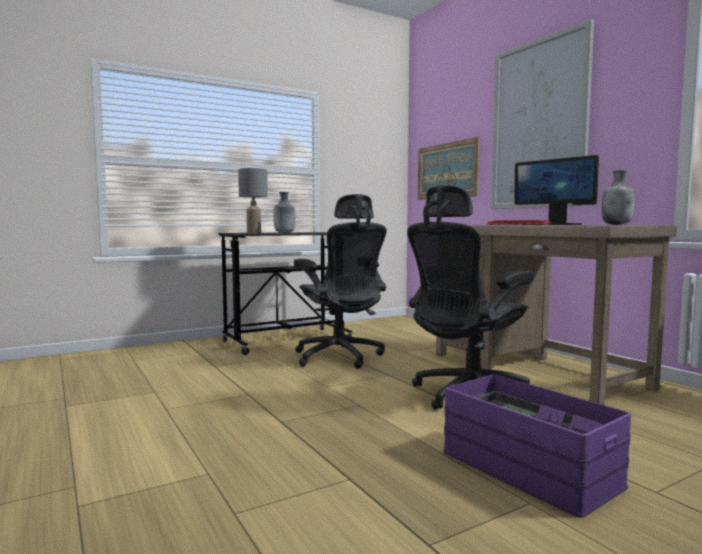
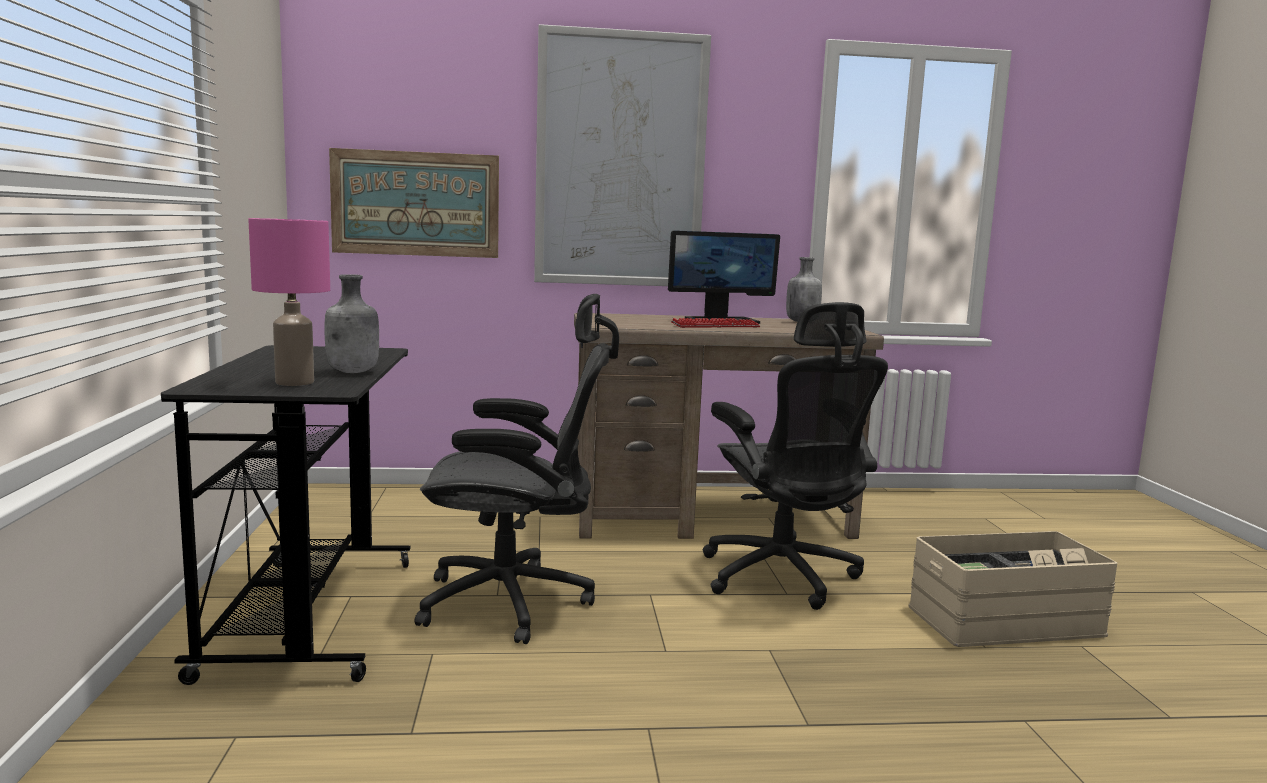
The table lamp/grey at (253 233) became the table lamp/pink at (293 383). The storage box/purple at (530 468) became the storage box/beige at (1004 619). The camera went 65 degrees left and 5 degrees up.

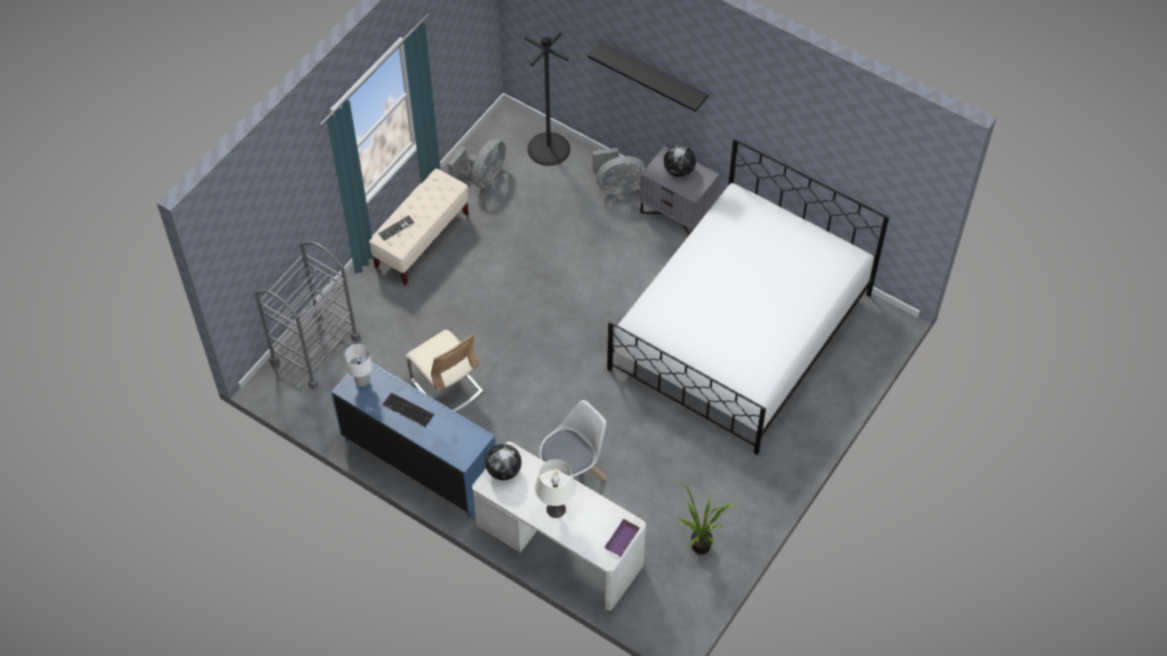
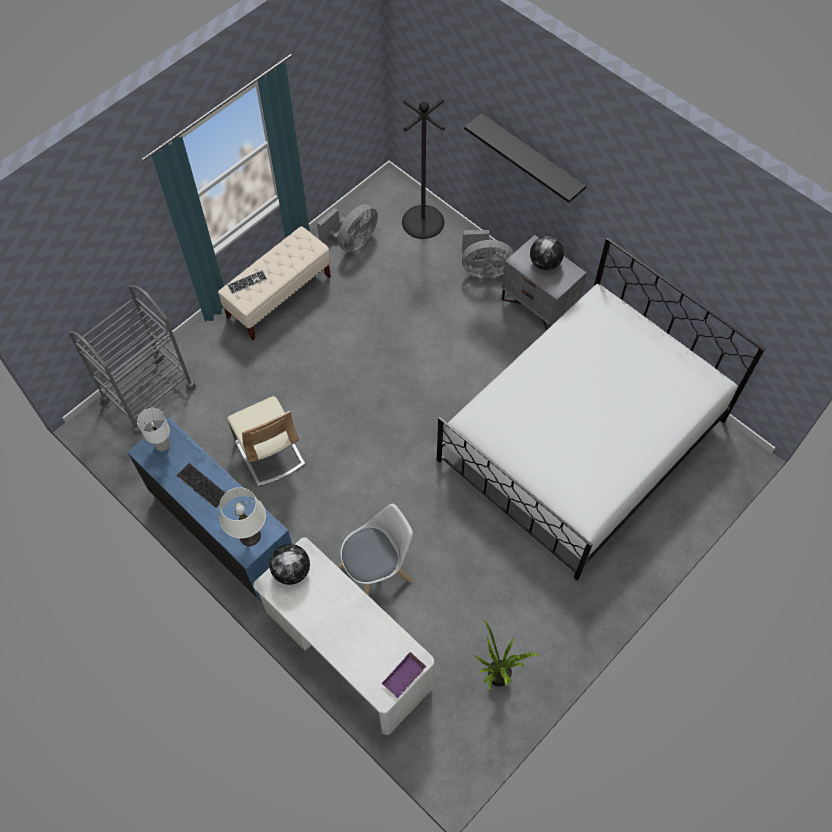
The table lamp/white moved from (556 509) to (250 536). The camera went 10 degrees right and 5 degrees up.

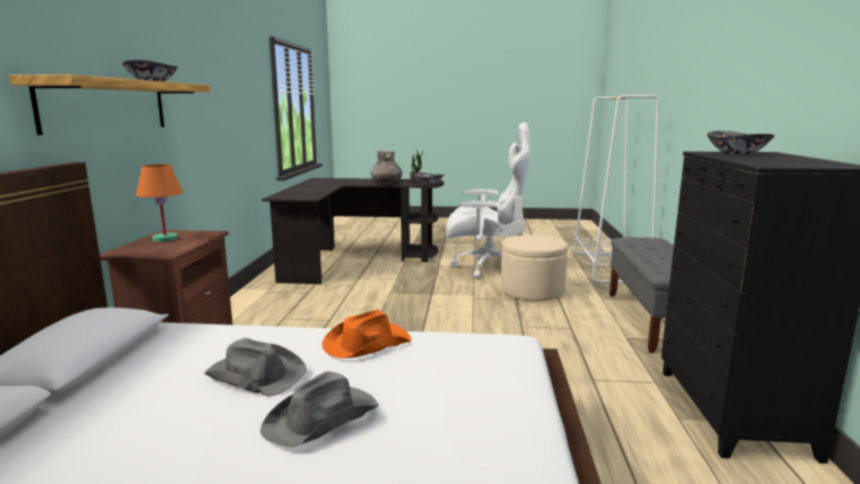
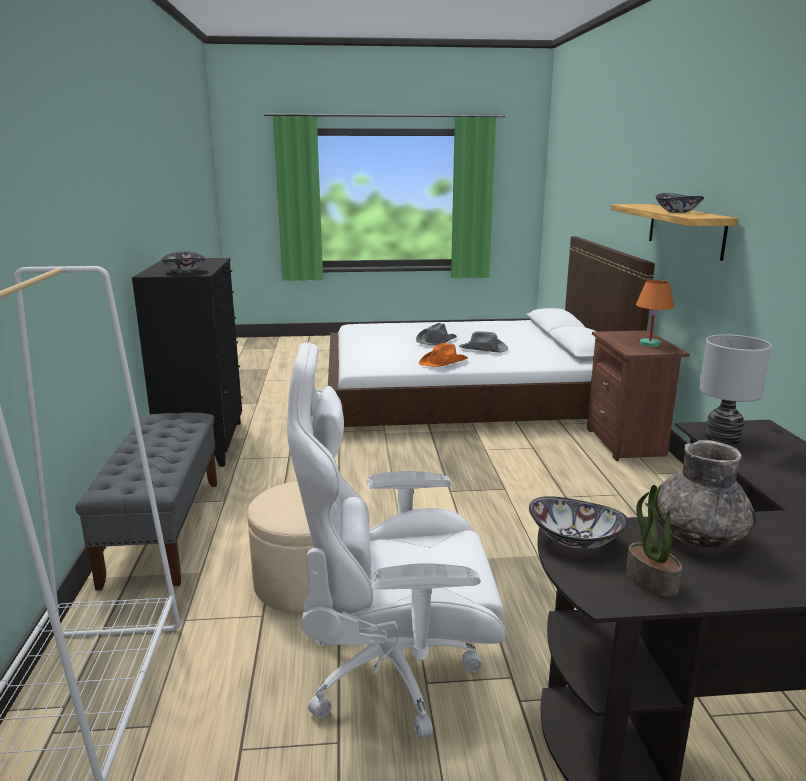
The table lamp/grey at (722 438) appeared. The camera went 170 degrees right and 5 degrees up.

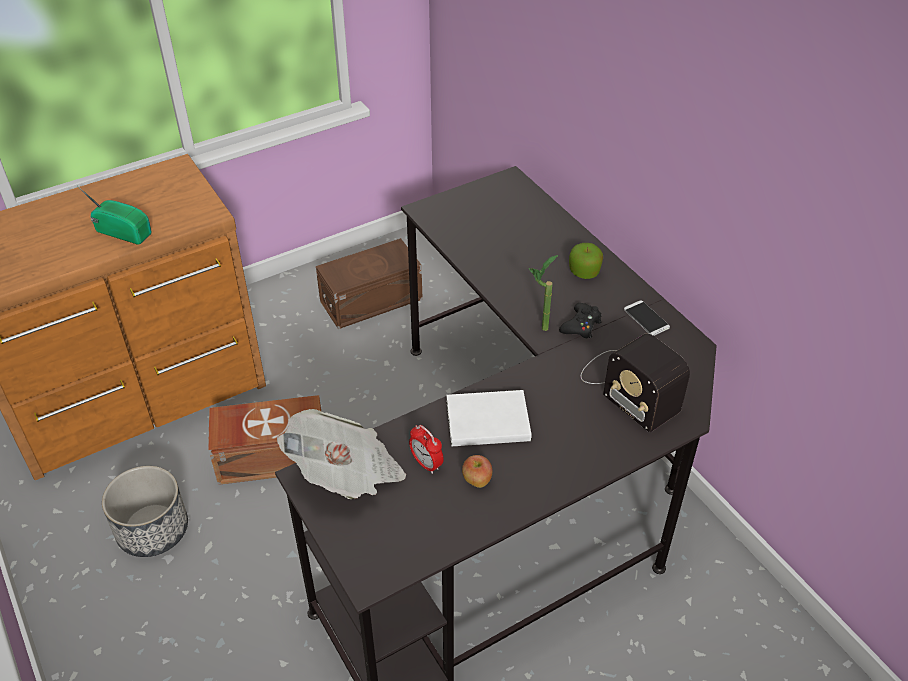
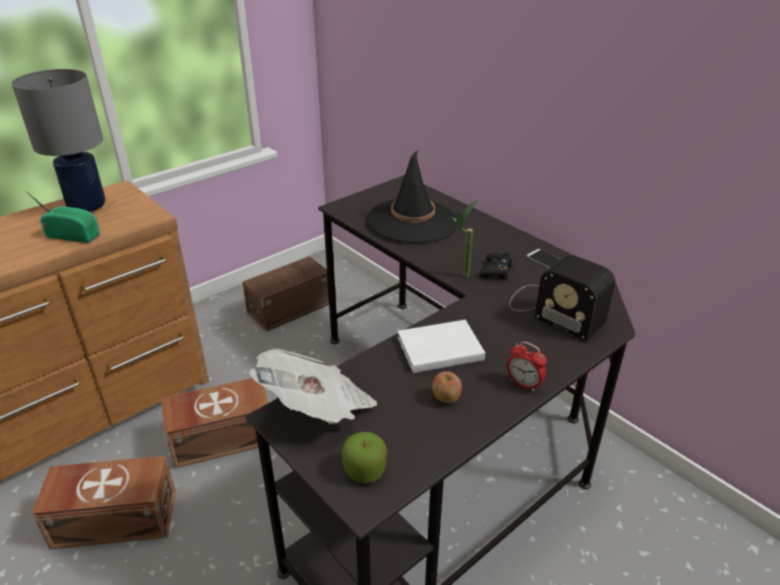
The planter at (152 530) was replaced by the storage box/brown at (114 518). The alarm clock moved from (426 464) to (524 384). The apple moved from (584 272) to (365 470). The table lamp/grey at (87 208) appeared. The hat/black at (413 221) appeared. The camera went 10 degrees left and 10 degrees down.

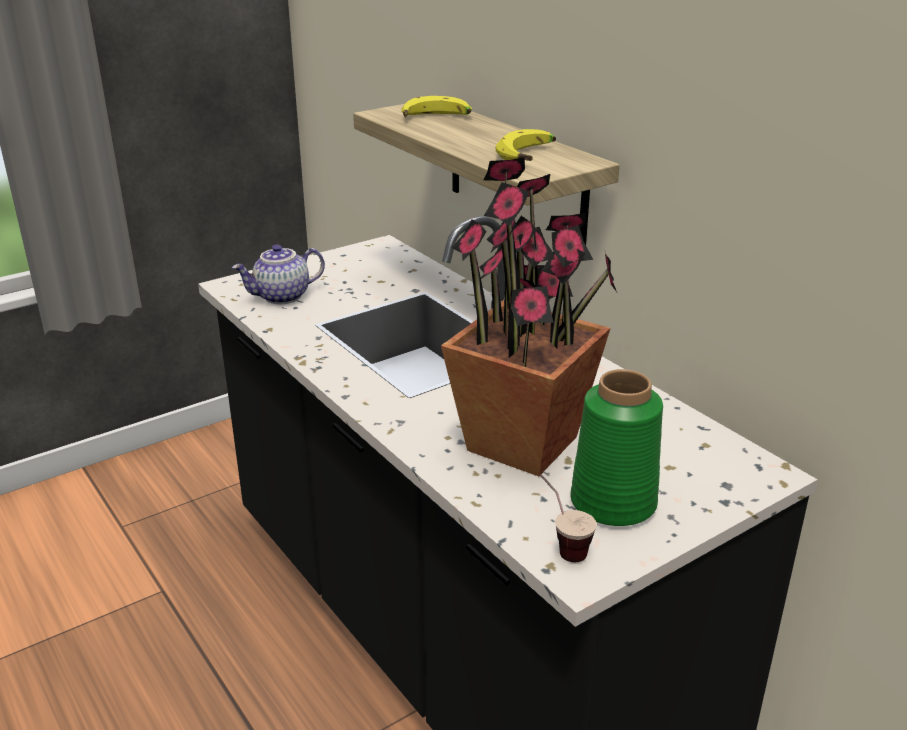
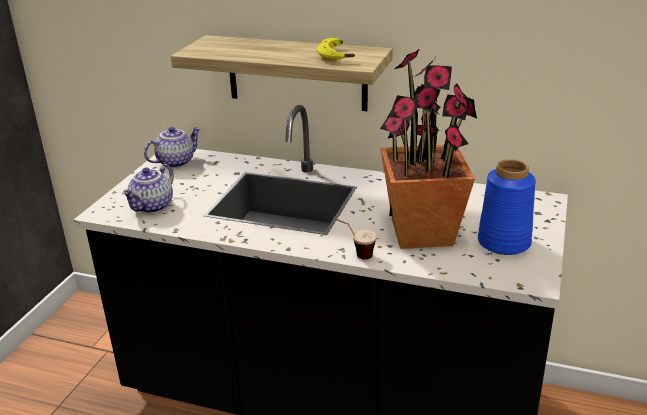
The banana at (436 119) disappeared. The cup moved from (561 545) to (355 254). The vase/green at (614 502) became the vase/blue at (504 242). The teapot at (175 162) appeared. The camera went 35 degrees left and 0 degrees up.

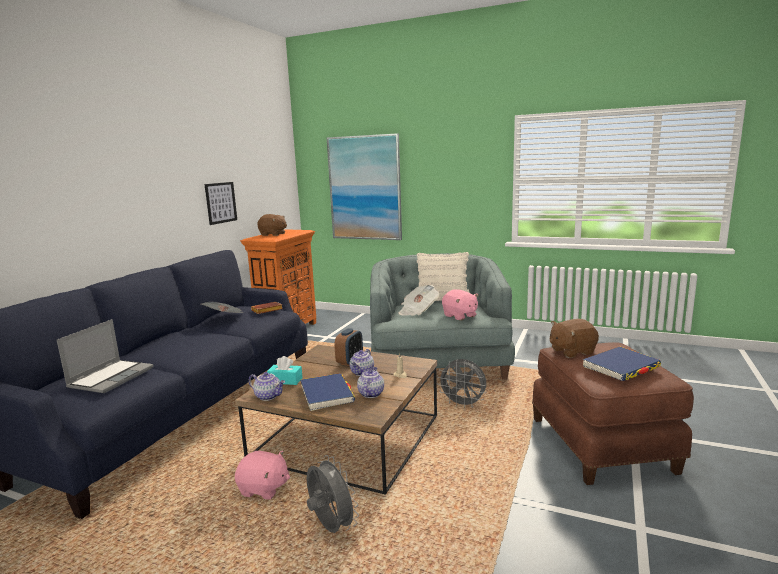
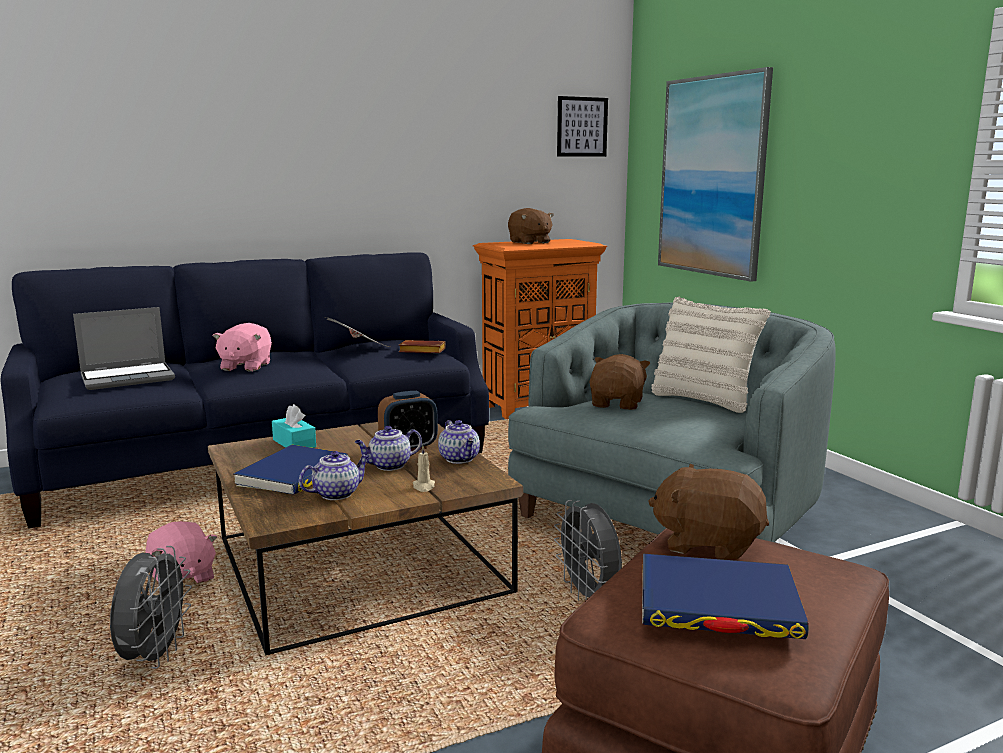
The picture moved from (221 202) to (582 127). The teapot moved from (268 396) to (460 459). The newspaper at (418 311) was replaced by the plush toy/brown at (618 404). The plush toy/pink moved from (460 316) to (245 366). The camera went 40 degrees right and 0 degrees up.

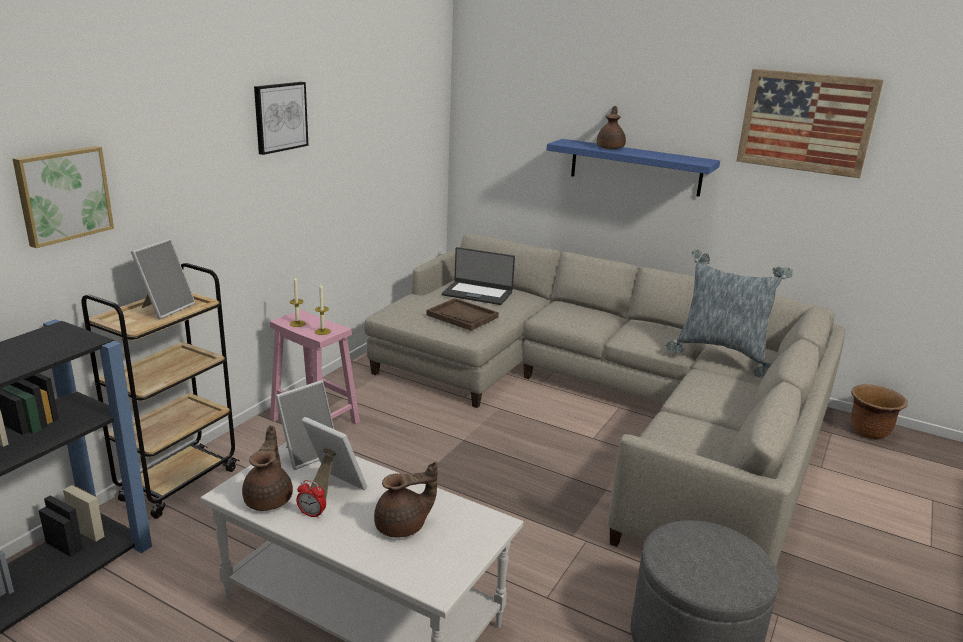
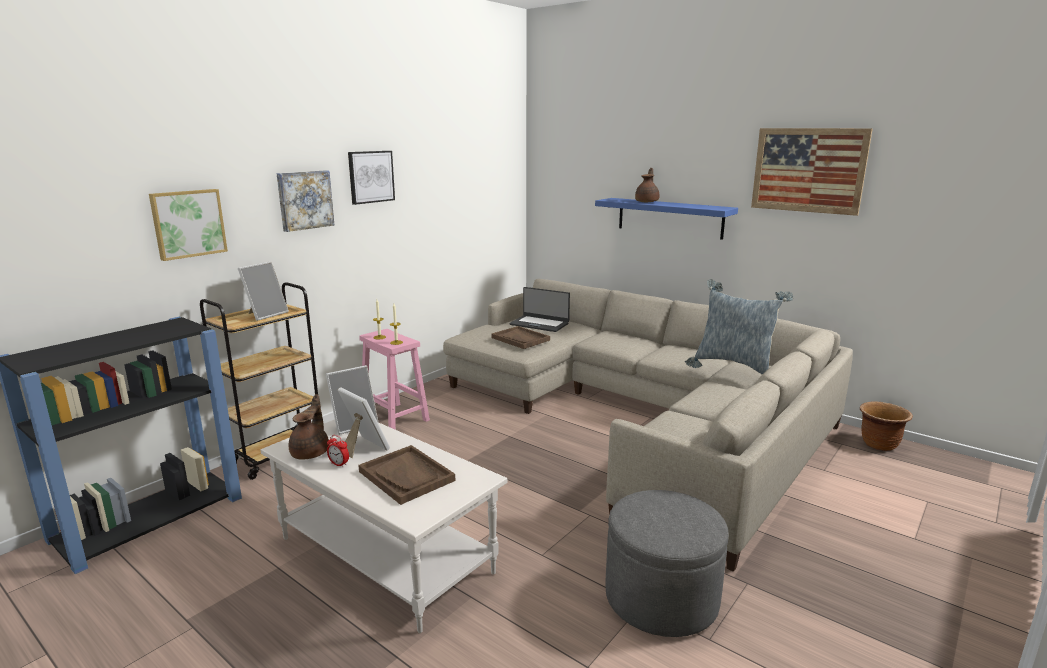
The teapot/brown at (403 526) was replaced by the tray/brown at (407 476). The picture at (304 200) appeared. The camera went 10 degrees right and 5 degrees down.

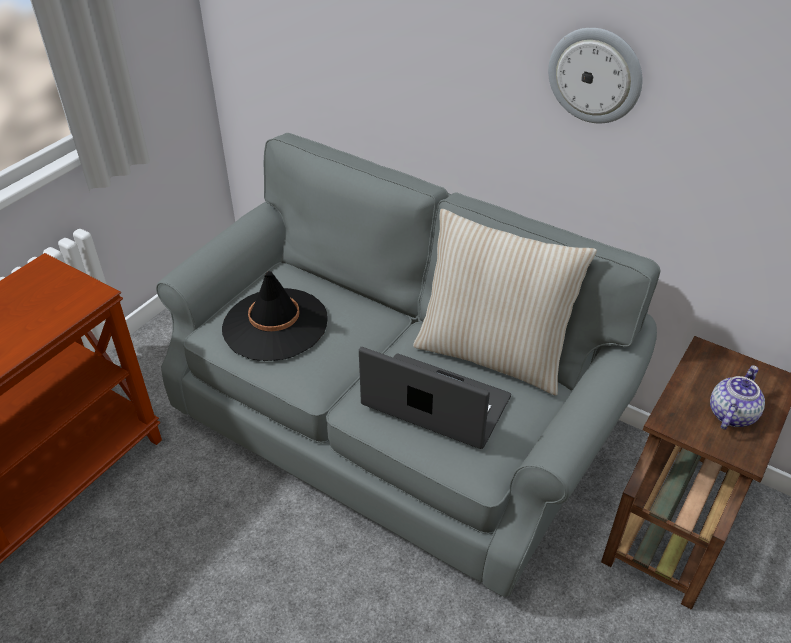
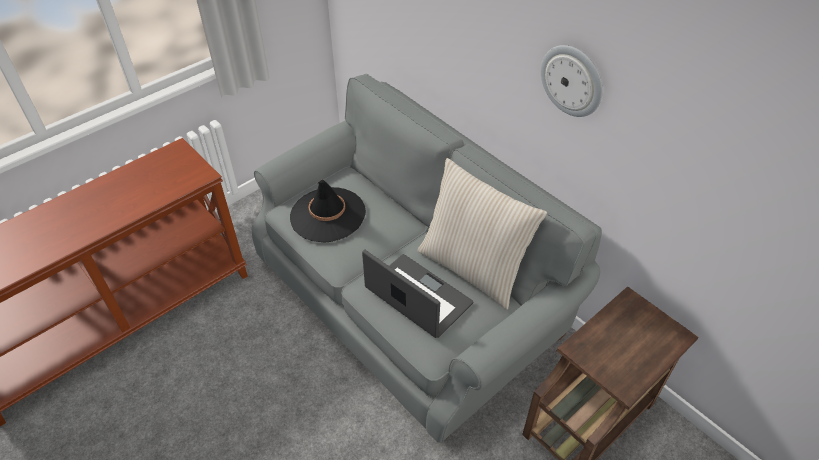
The teapot at (731 413) disappeared. The camera went 15 degrees right and 5 degrees up.

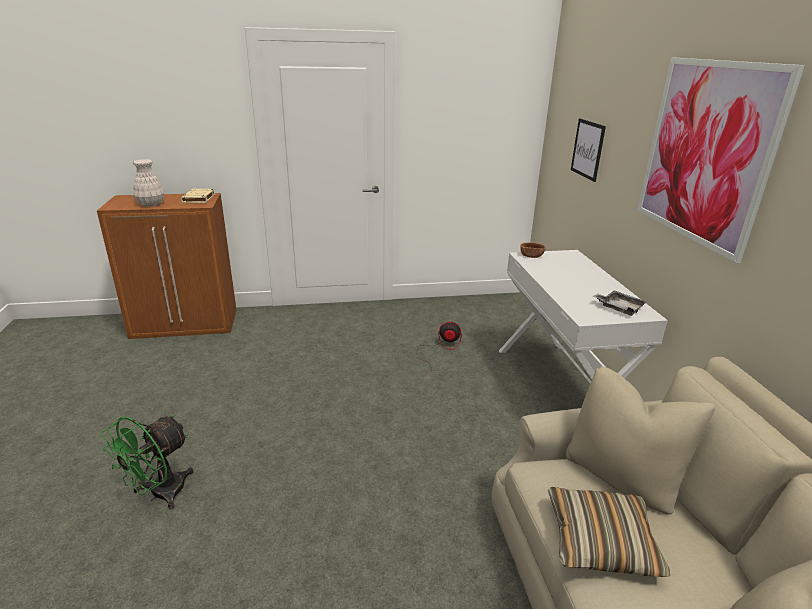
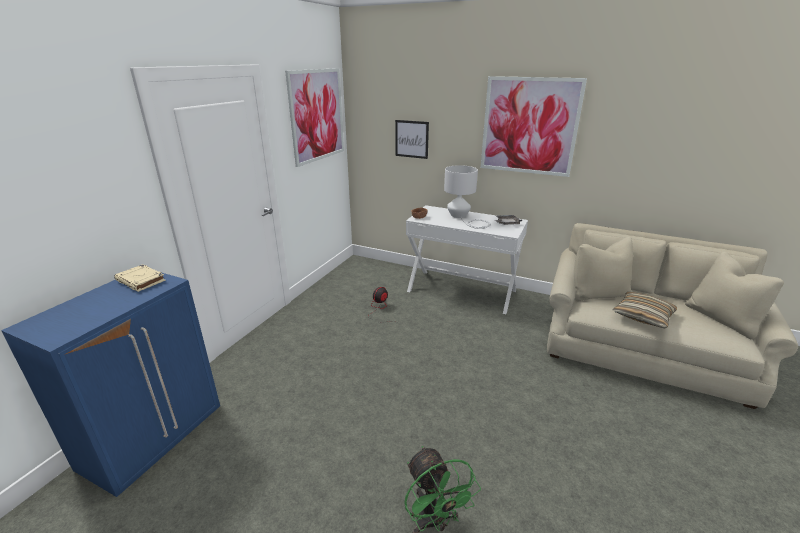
The cabinet/brown at (185 323) became the cabinet/blue at (153 435). The vase/white at (151 204) disappeared. The picture at (317 115) appeared. The table lamp/white at (465 218) appeared. The camera went 55 degrees left and 0 degrees up.

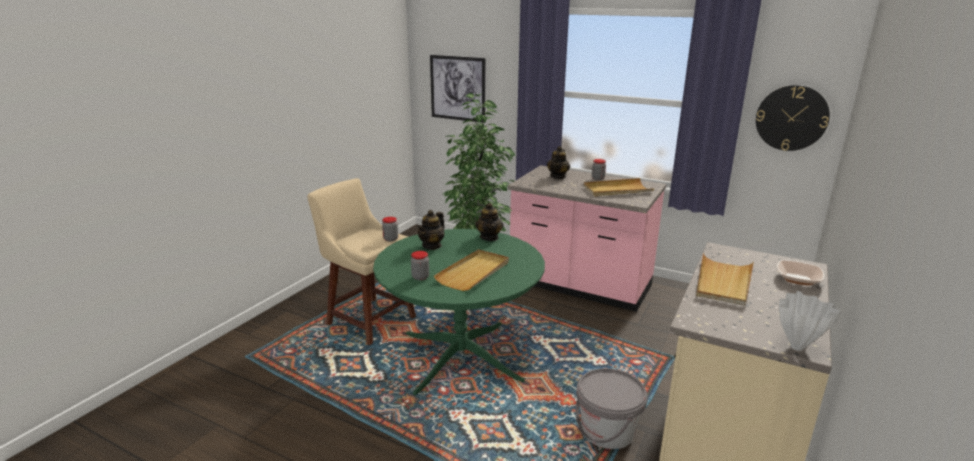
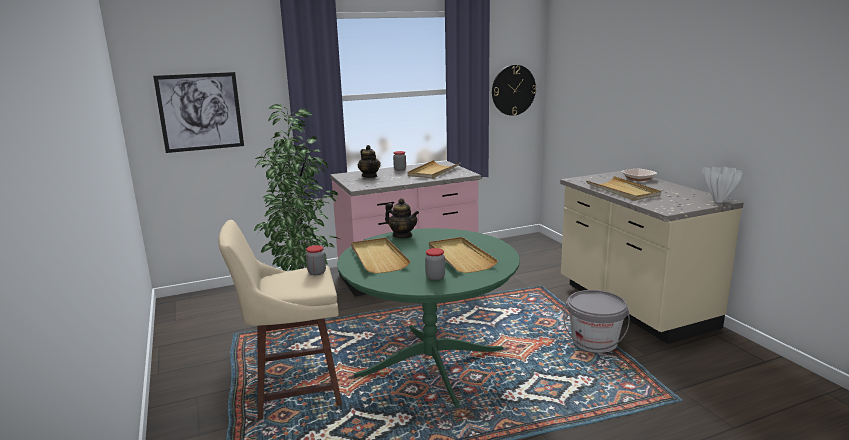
The teapot at (432 246) was replaced by the tray/beige at (378 258). The camera went 50 degrees left and 5 degrees down.

